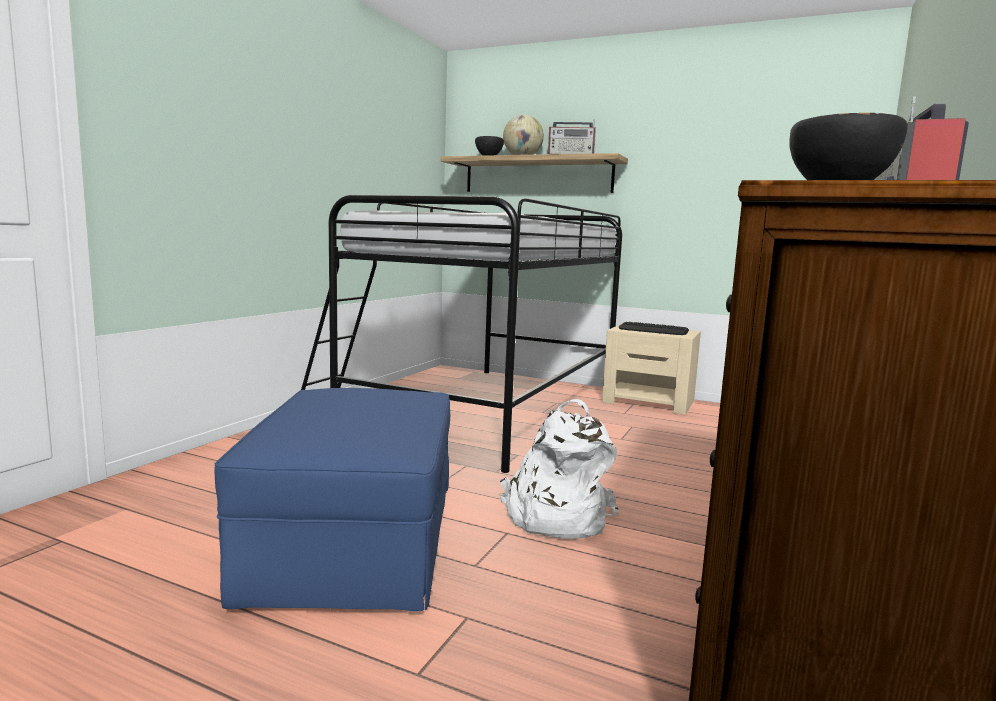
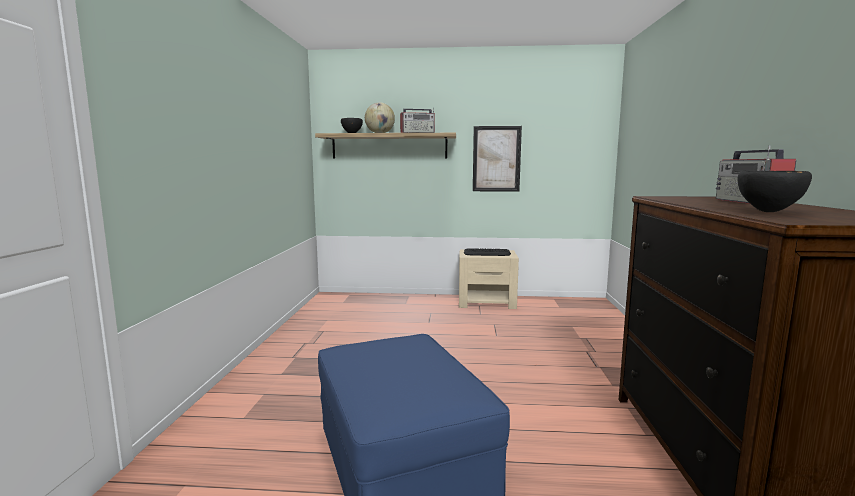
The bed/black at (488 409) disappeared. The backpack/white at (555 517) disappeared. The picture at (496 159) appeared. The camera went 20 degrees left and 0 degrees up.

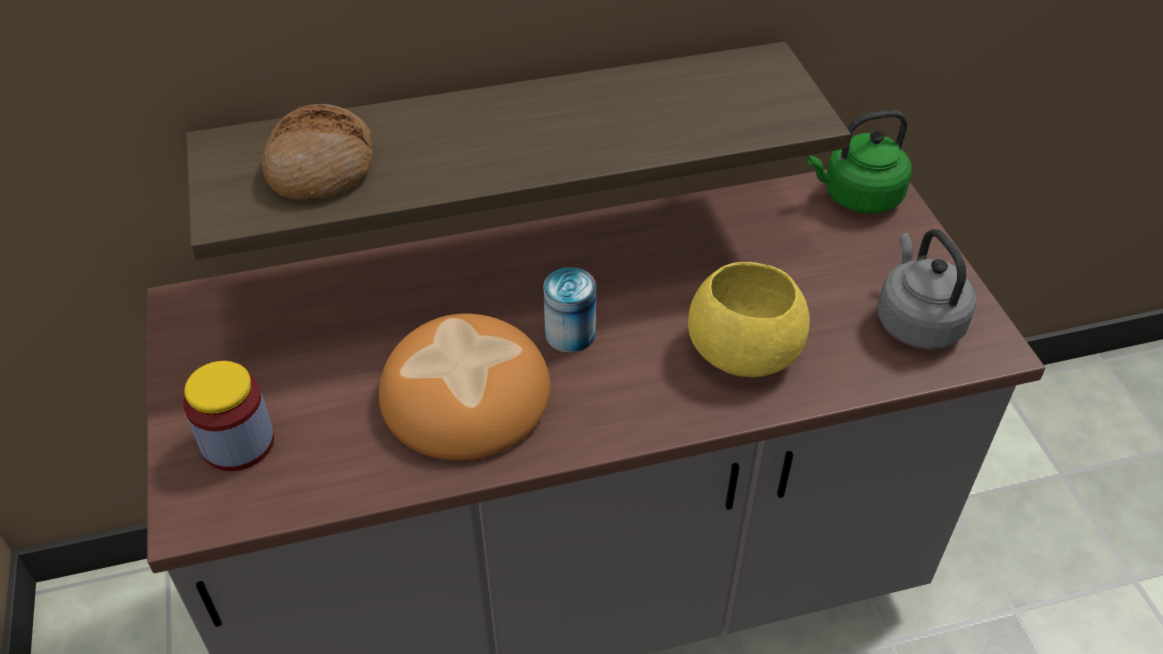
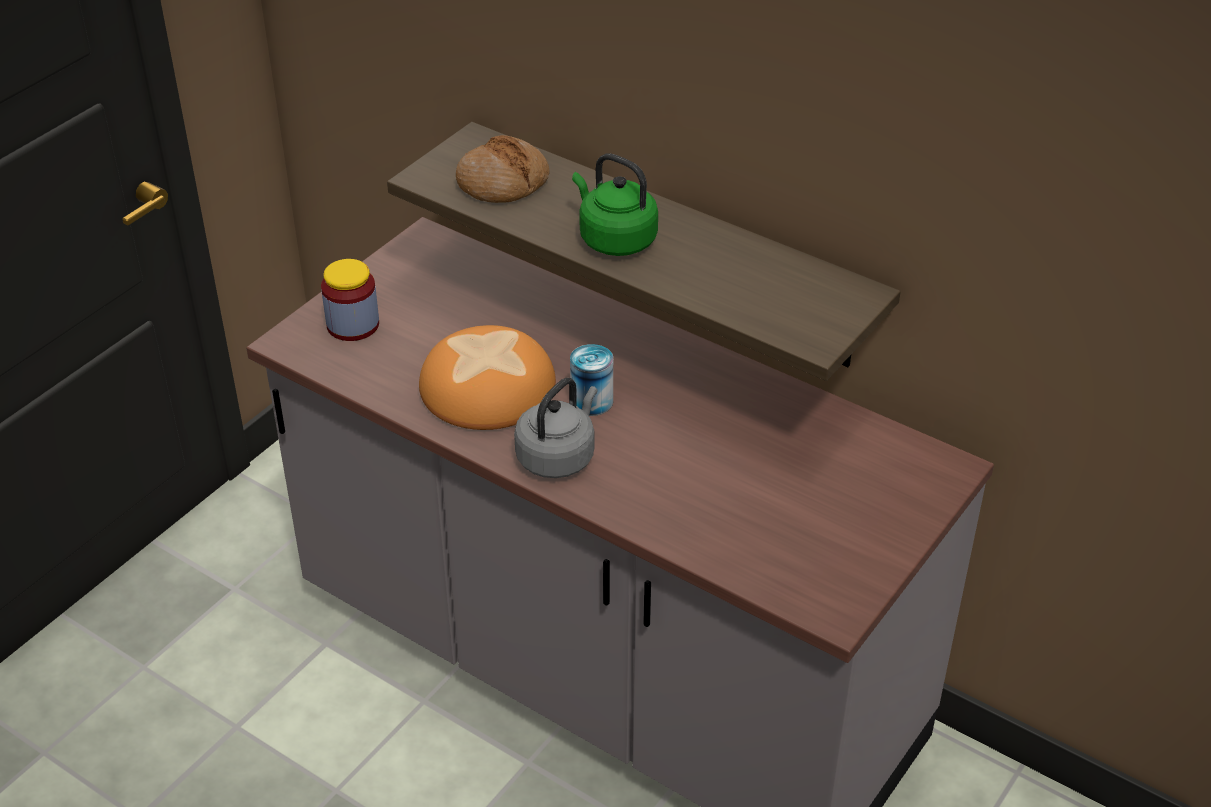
The bowl/yellow at (741 349) disappeared. The kettle/green moved from (857 197) to (614 239). The kettle/grey moved from (916 321) to (558 456). The camera went 50 degrees right and 5 degrees down.

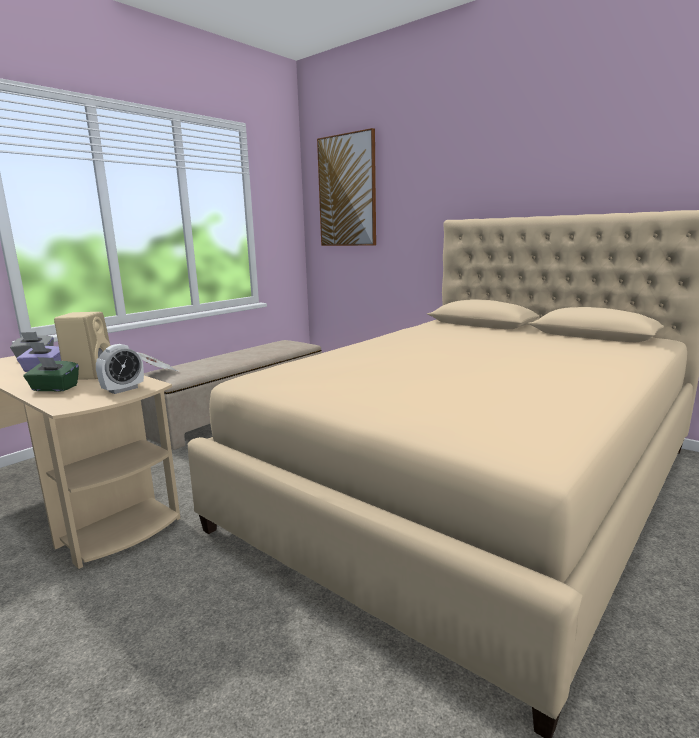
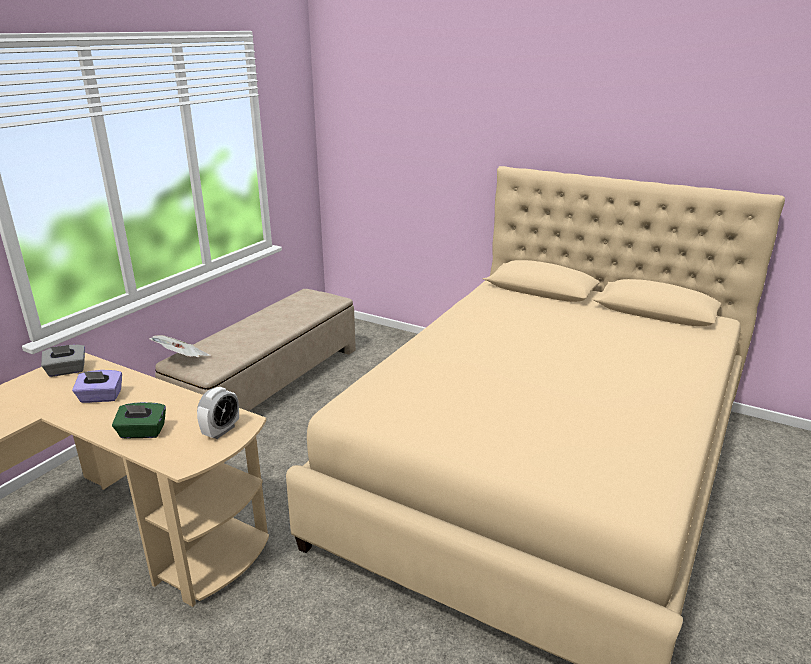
The speaker/beige at (90 374) disappeared. The picture at (347 191) disappeared. The camera went 10 degrees left and 10 degrees up.

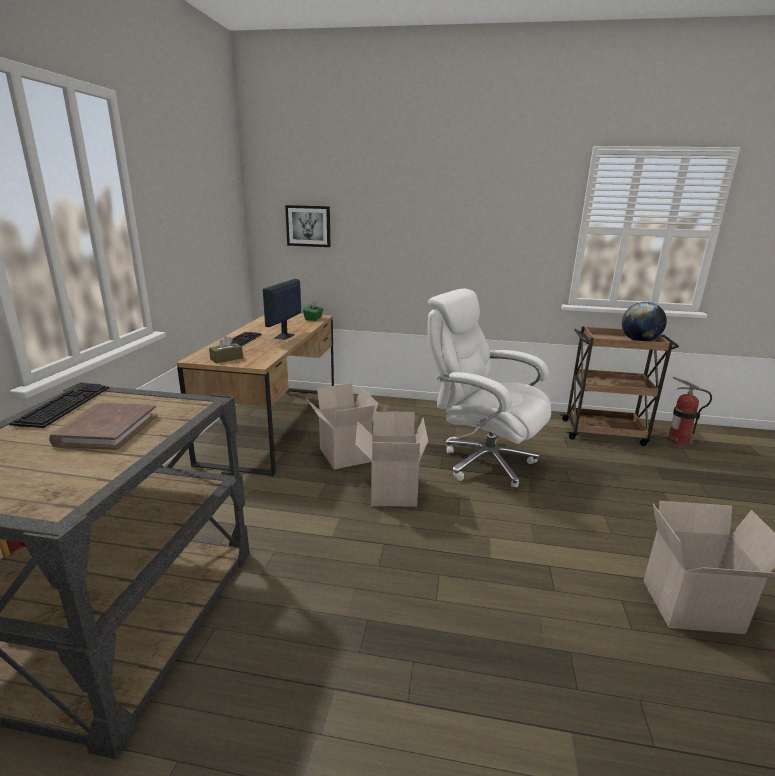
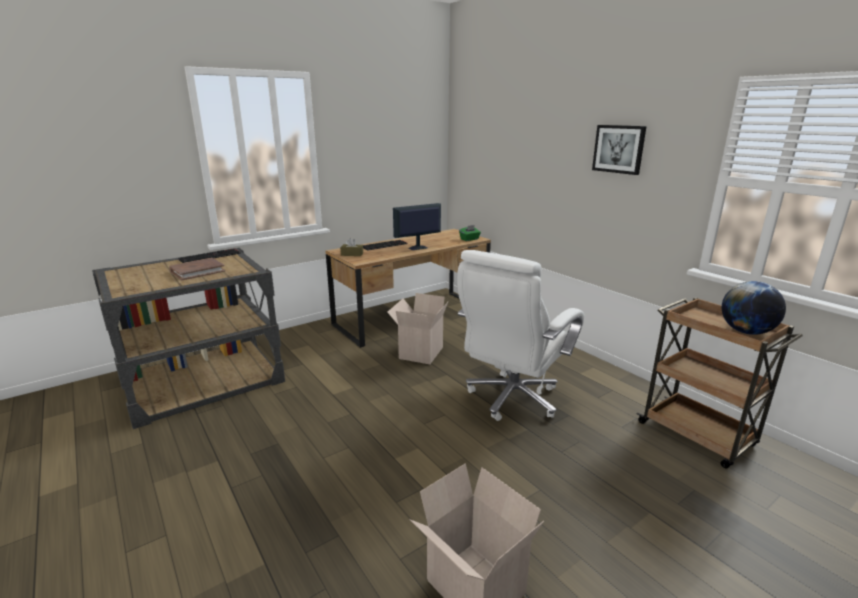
The picture moved from (308 226) to (619 149). The cardboard box at (391 490) disappeared. The office chair/white at (482 462) turned 135 degrees counterclockwise. The fire extinguisher at (677 440) disappeared. The camera went 45 degrees right and 0 degrees up.

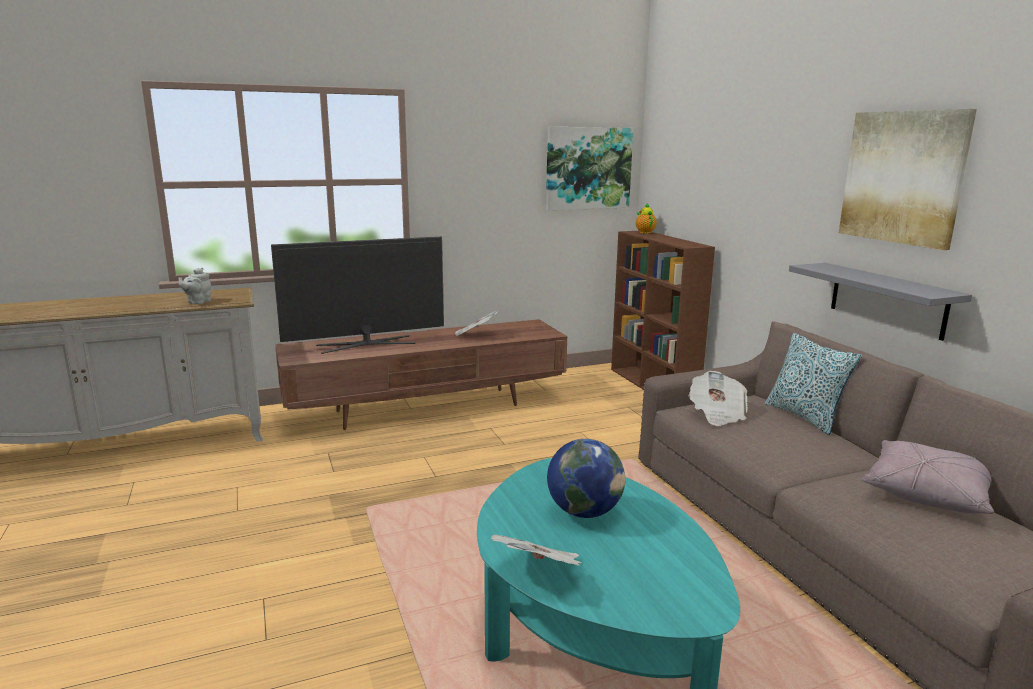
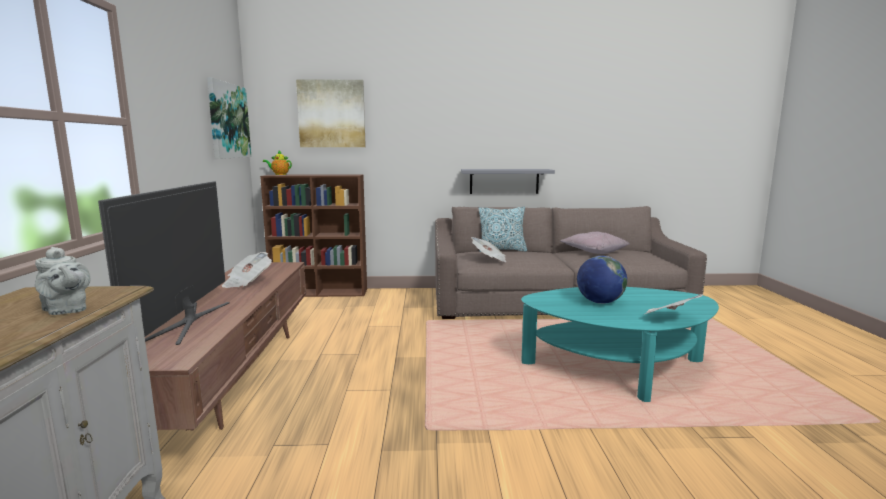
The picture moved from (903 177) to (331 114). The camera went 70 degrees left and 5 degrees down.

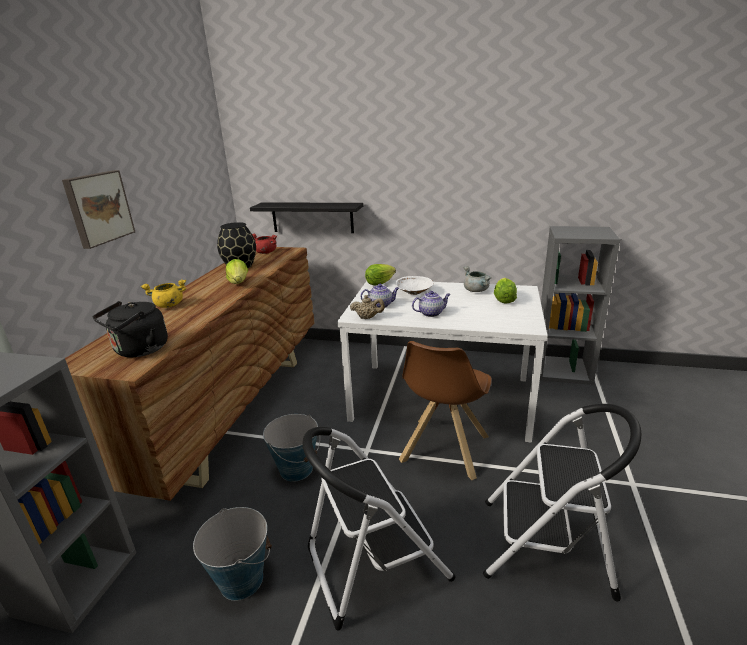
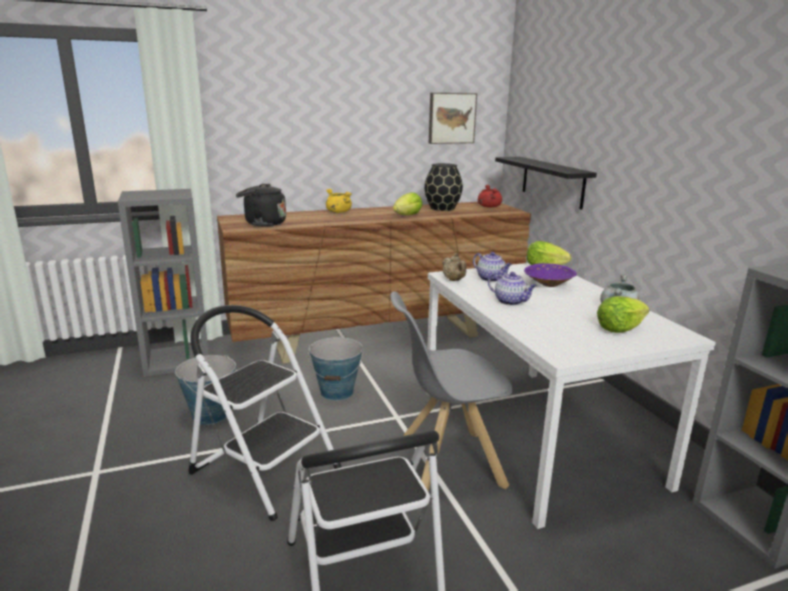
The picture moved from (98 208) to (451 118). The bowl/white at (414 293) became the bowl/purple at (548 285). The chair/brown at (443 450) became the chair/grey at (446 463). The camera went 55 degrees right and 5 degrees down.

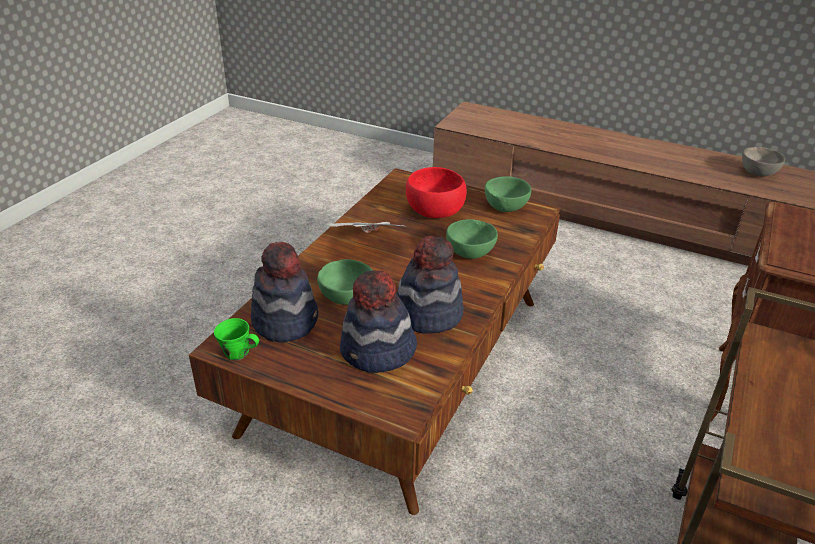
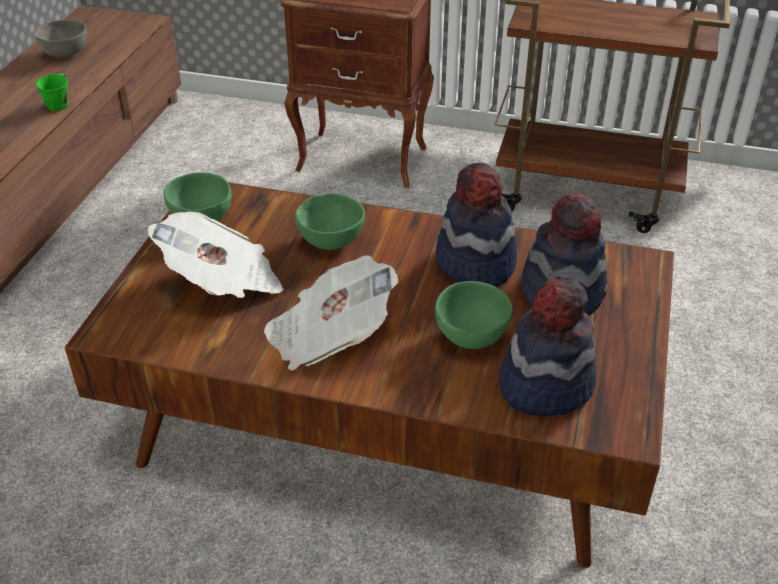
The mug/green moved from (238 353) to (59 105). The bowl/red at (435 212) was replaced by the newspaper at (223 282). The camera went 100 degrees left and 5 degrees up.

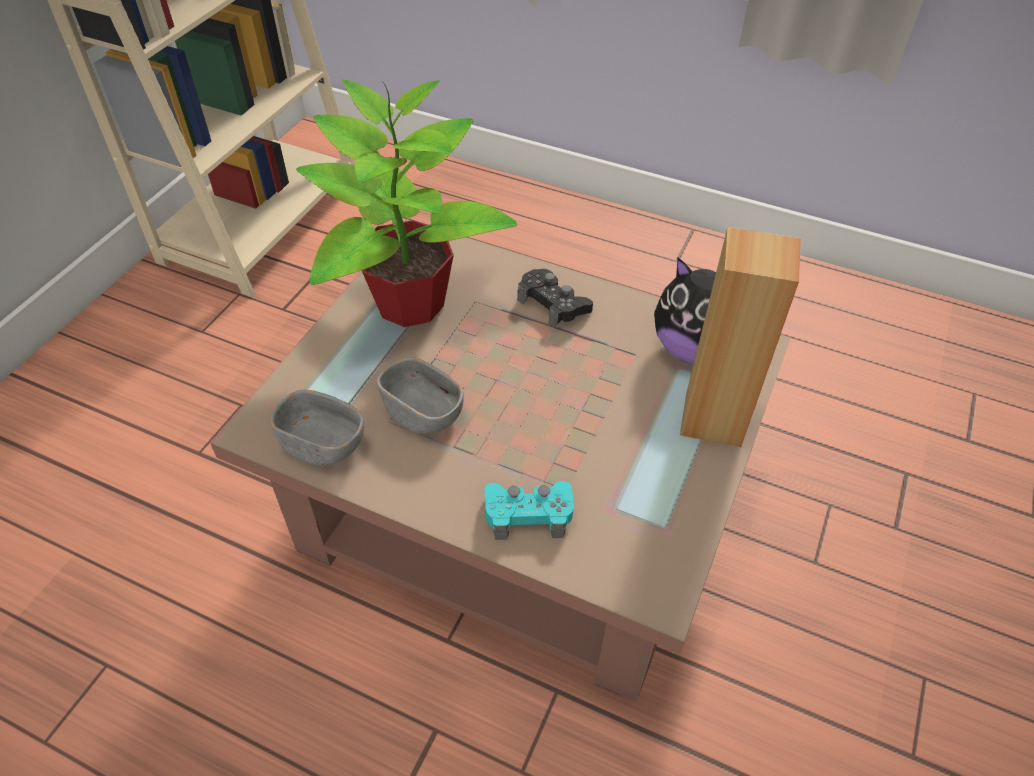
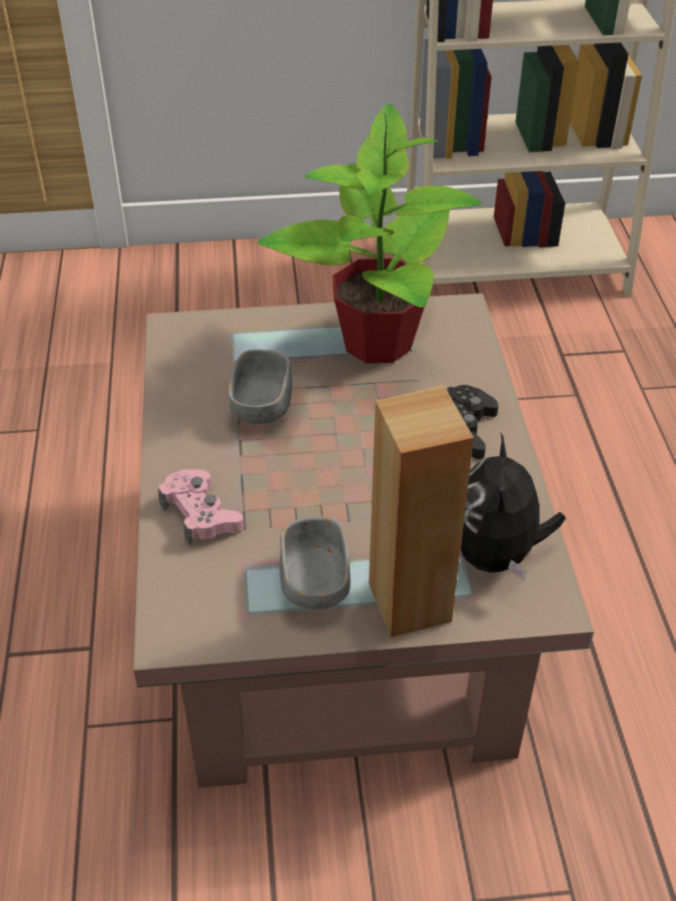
The bowl/grey moved from (323 444) to (315 583). The game controller/turquoise at (528 514) became the game controller/pink at (201 514). The camera went 60 degrees right and 5 degrees down.

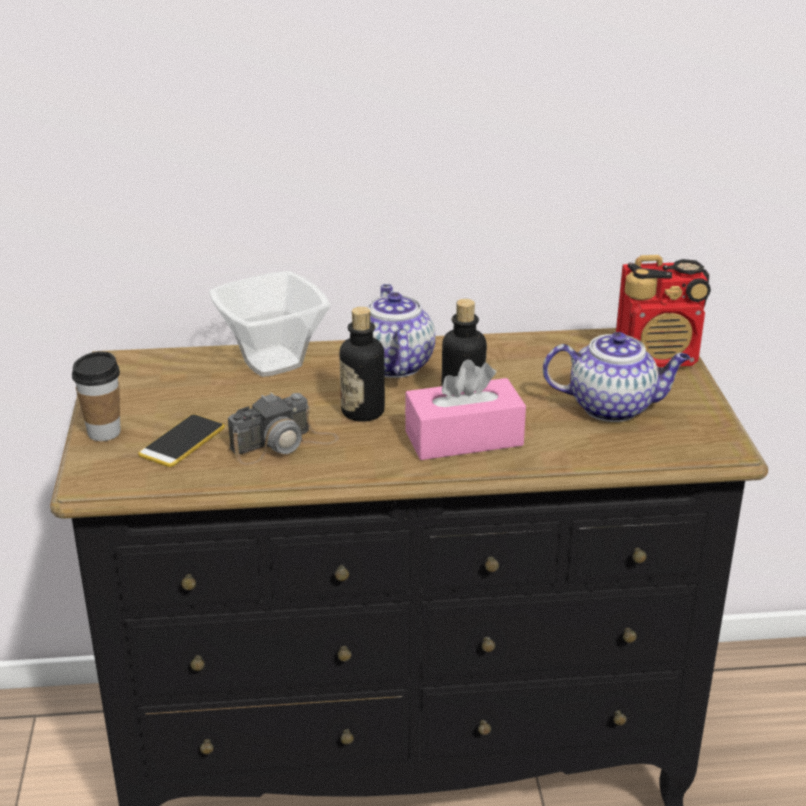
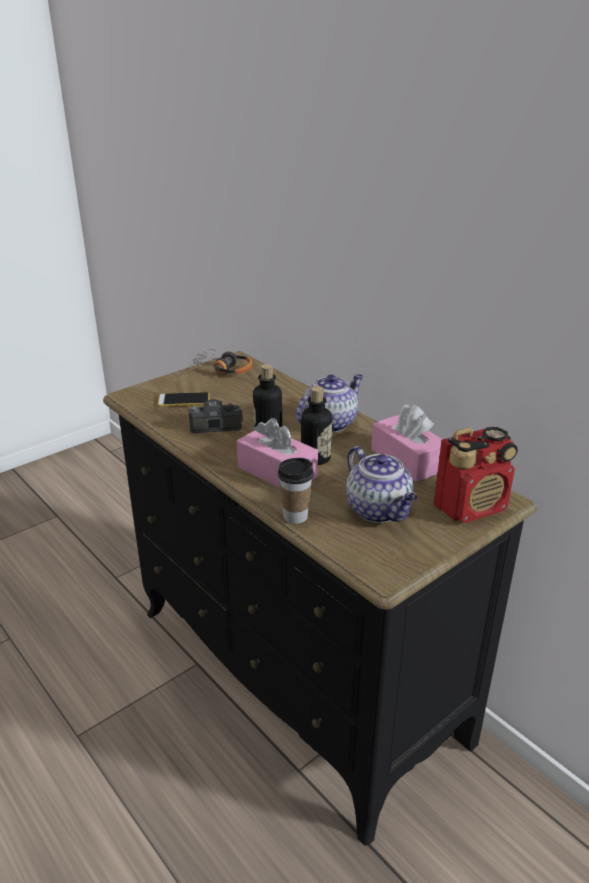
The cup moved from (104 432) to (295 516). The bowl at (270 362) disappeared. The photo camera at (284 444) turned 150 degrees clockwise. The radio at (658 357) turned 75 degrees counterclockwise. The headphones at (222 369) appeared. The tissue box/pink at (407 460) appeared. The camera went 55 degrees right and 0 degrees up.

